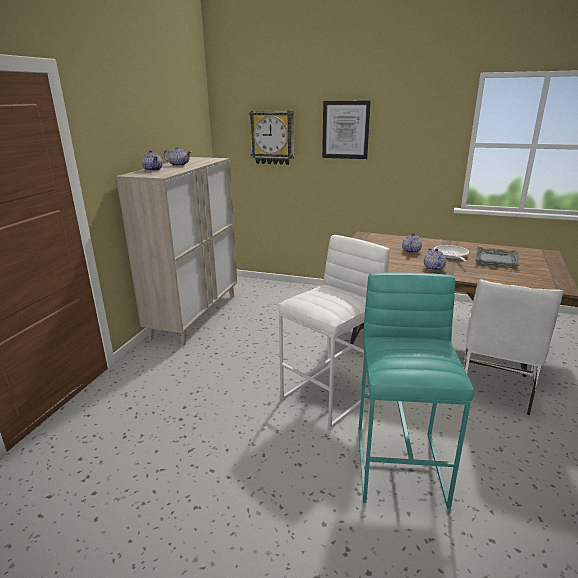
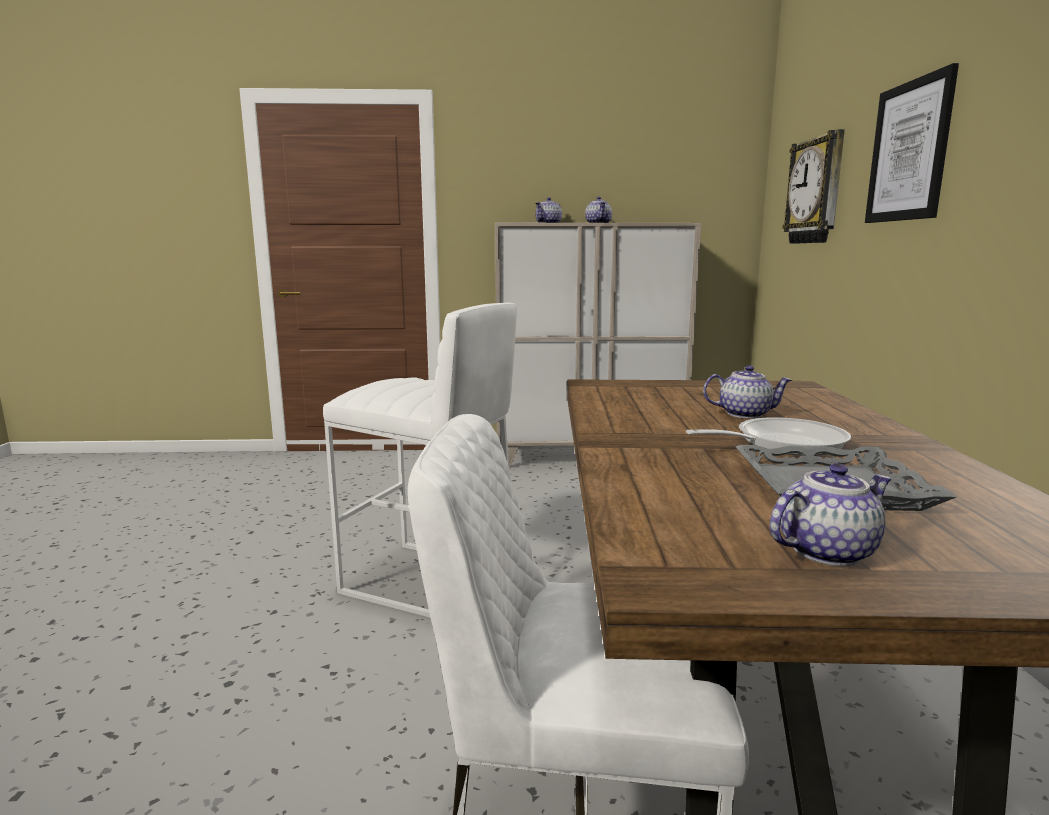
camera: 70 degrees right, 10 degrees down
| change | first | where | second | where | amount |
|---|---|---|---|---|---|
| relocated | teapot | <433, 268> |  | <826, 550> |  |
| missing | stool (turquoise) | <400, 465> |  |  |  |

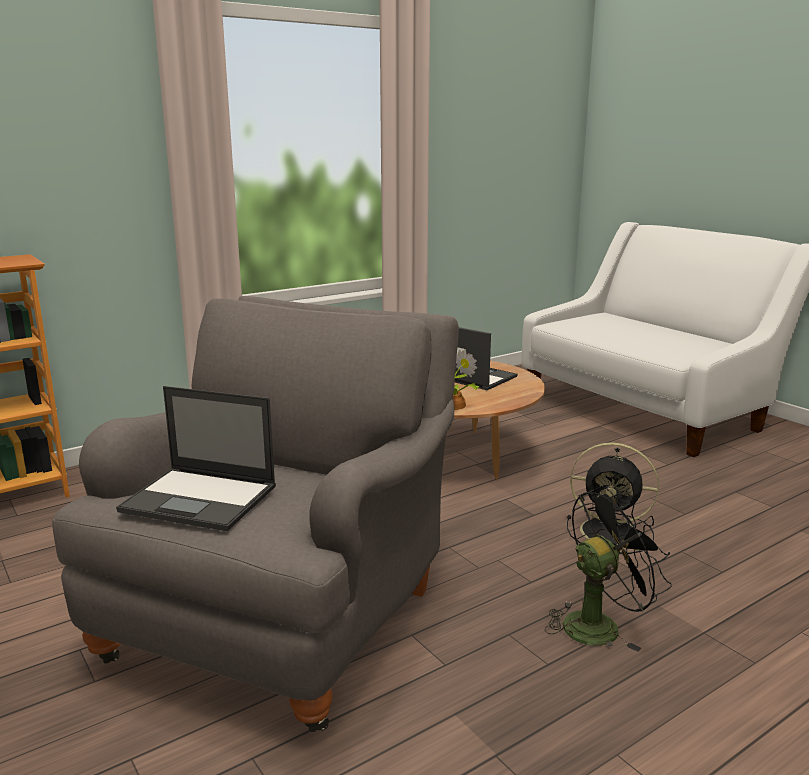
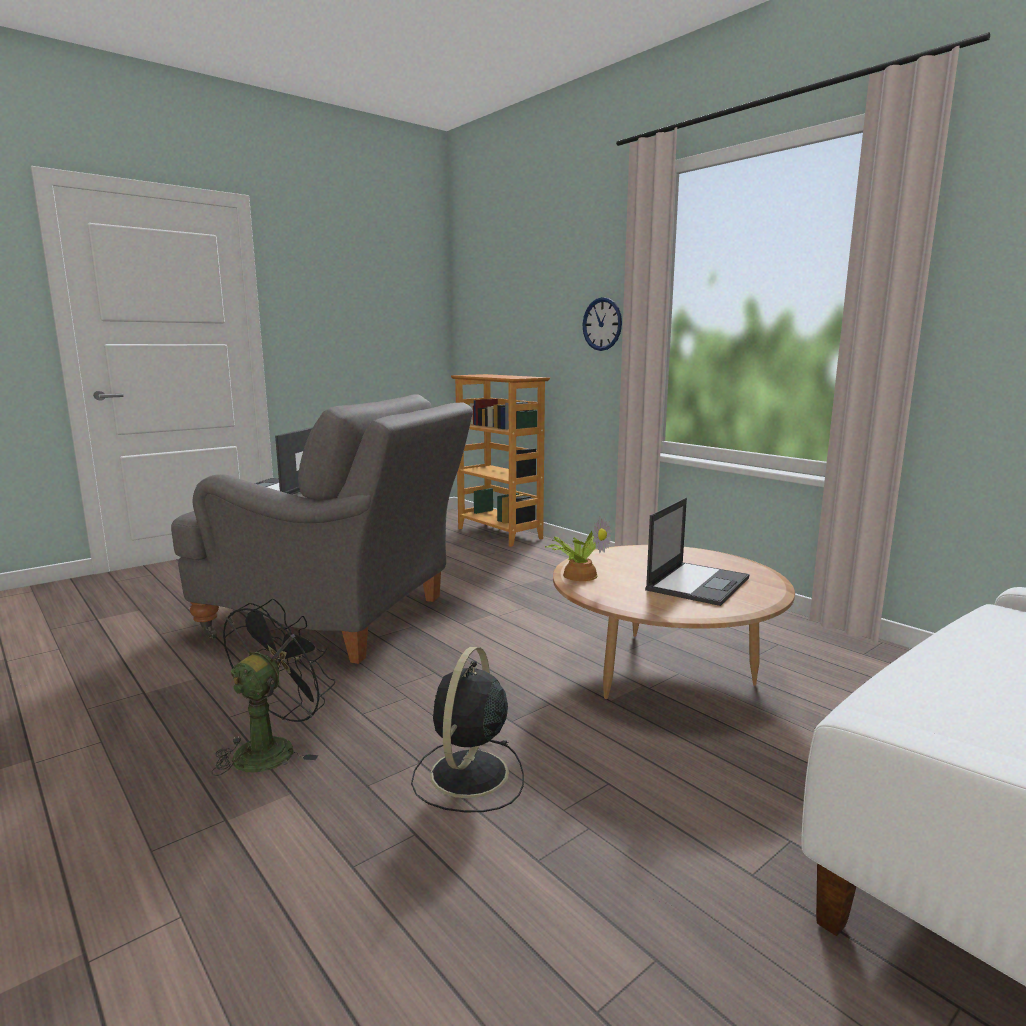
camera: 85 degrees right, 5 degrees down
| change | first | where | second | where | amount |
|---|---|---|---|---|---|
| spun | fan (black) | <599, 624> |  | <272, 748> | 120 degrees counterclockwise |
| appeared |  |  | wall clock | <602, 324> |  |

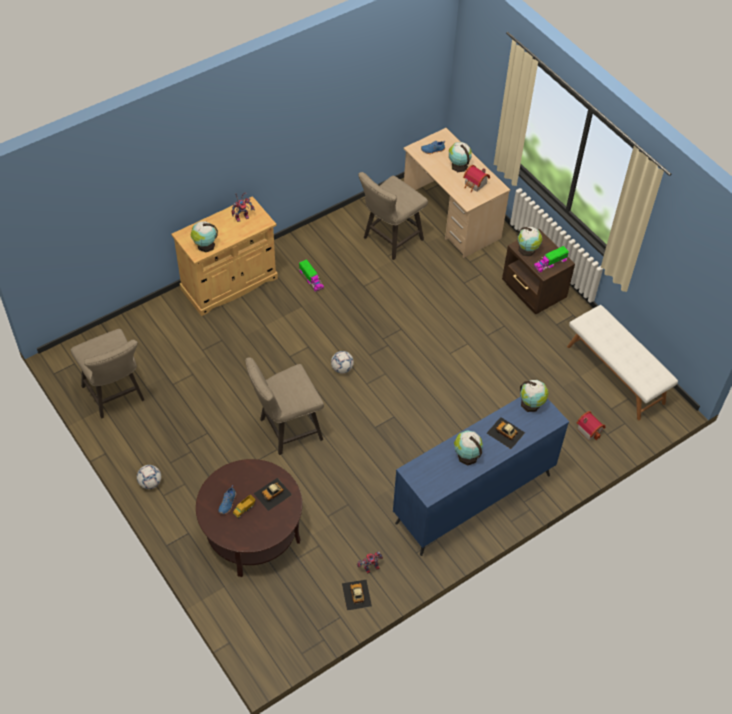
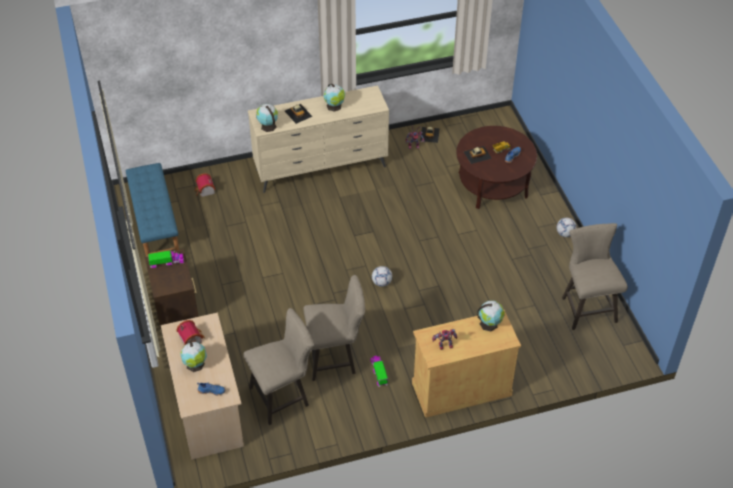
camera: 160 degrees left, 5 degrees down
| change | first | where | second | where | amount |
|---|---|---|---|---|---|
| colour | bench (white) | <616, 374> | bench (blue) | <155, 224> |  |
| colour | dresser (blue) | <472, 498> | dresser (beige) | <321, 168> |  |
| relocated | stool (beige) | <286, 430> |  | <335, 358> |  |
| missing | globe | <527, 250> |  |  |  |

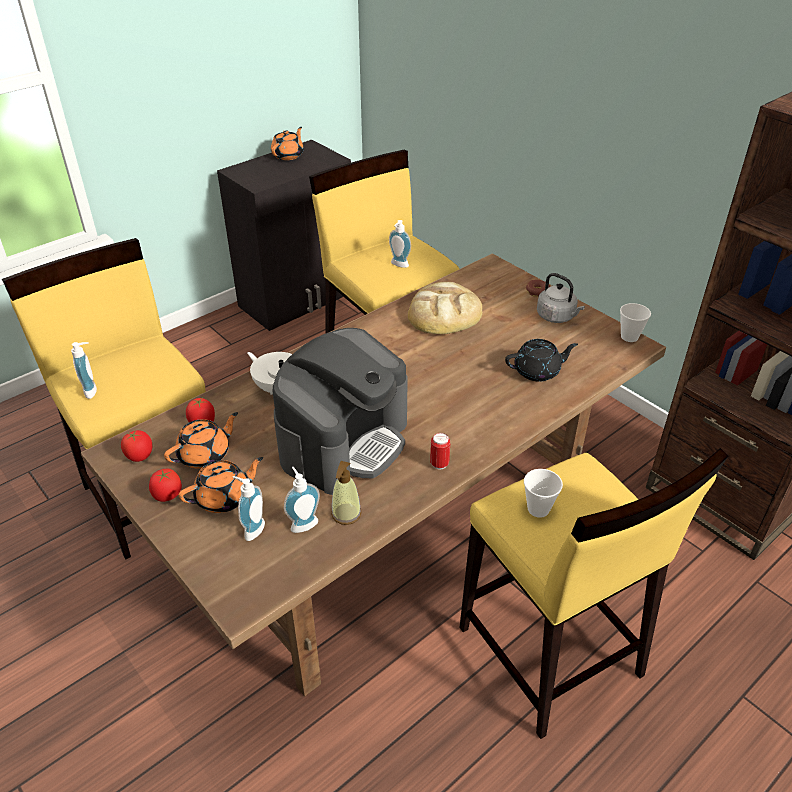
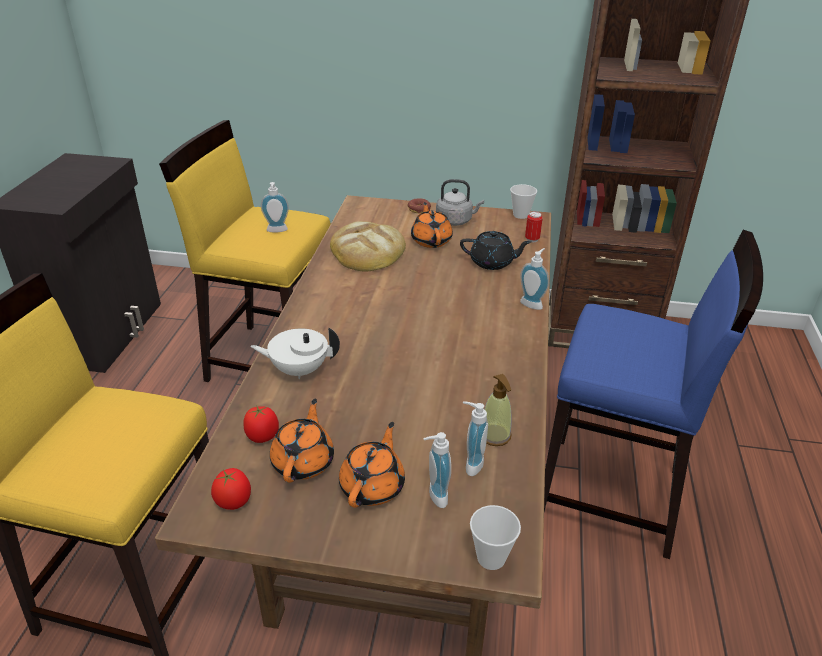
camera: 40 degrees left, 5 degrees down
| change | first | where | second | where | amount |
|---|---|---|---|---|---|
| relocated | teapot (orange) | <288, 155> |  | <431, 240> |  |
| spun | teapot (black) | <538, 371> |  | <492, 262> | 60 degrees clockwise |
| relocated | cup | <538, 509> |  | <491, 558> |  |
| relocated | soap dispenser | <93, 390> |  | <532, 303> |  |
| relocated | can | <439, 464> |  | <532, 239> |  |
| colour | stool (yellow) | <549, 653> | stool (blue) | <611, 495> |  |
| missing | tomato | <167, 495> |  |  |  |
| missing | coffee machine | <344, 441> |  |  |  |

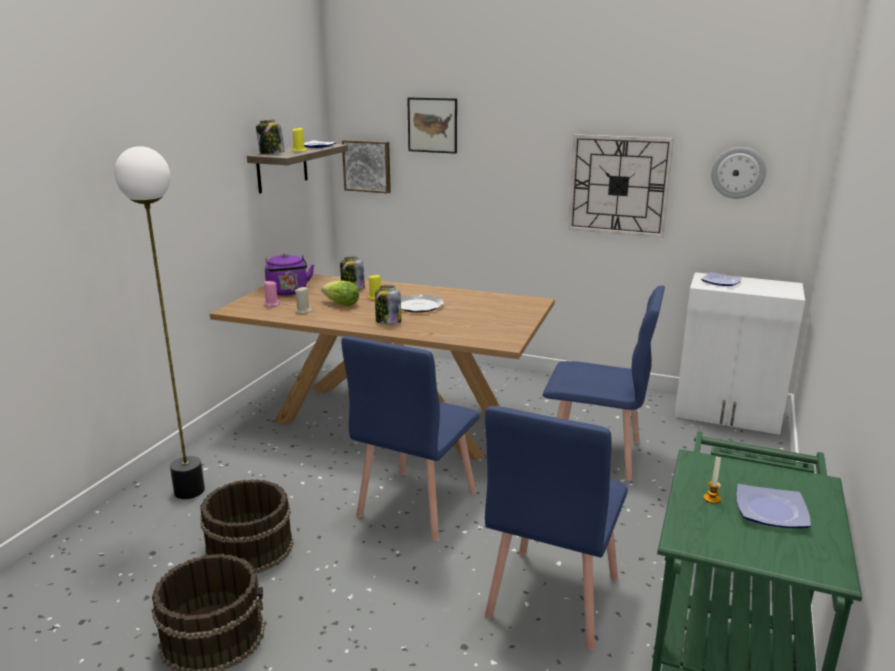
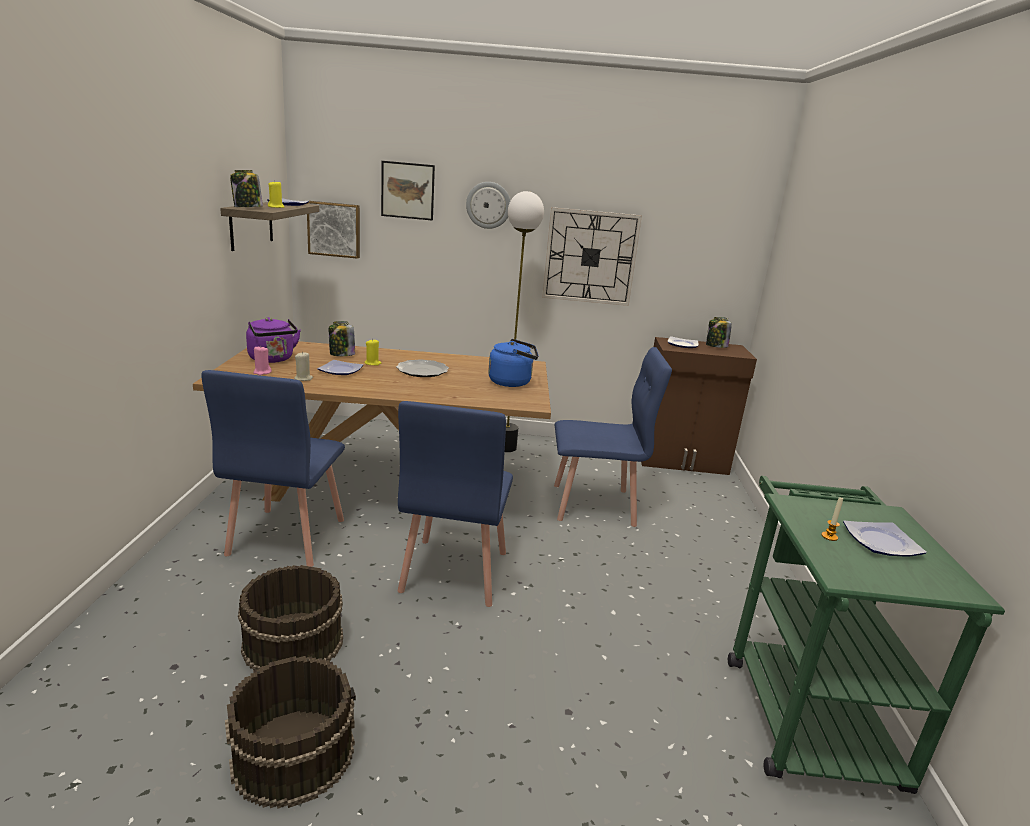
camera: 20 degrees left, 0 degrees up
| change | first | where | second | where | amount |
|---|---|---|---|---|---|
| relocated | chair (blue) | <551, 597> |  | <285, 537> |  |
| exchanged | lettuce | <341, 304> | plate | <341, 371> |  |
| relocated | wall clock | <738, 172> |  | <488, 205> |  |
| appeared |  |  | kettle (blue) | <512, 382> |  |
| relocated | floor lamp | <189, 490> |  | <505, 447> |  |
| colour | cabinet (white) | <727, 415> | cabinet (brown) | <682, 461> |  |
| relocated | jar | <388, 321> |  | <716, 346> |  |

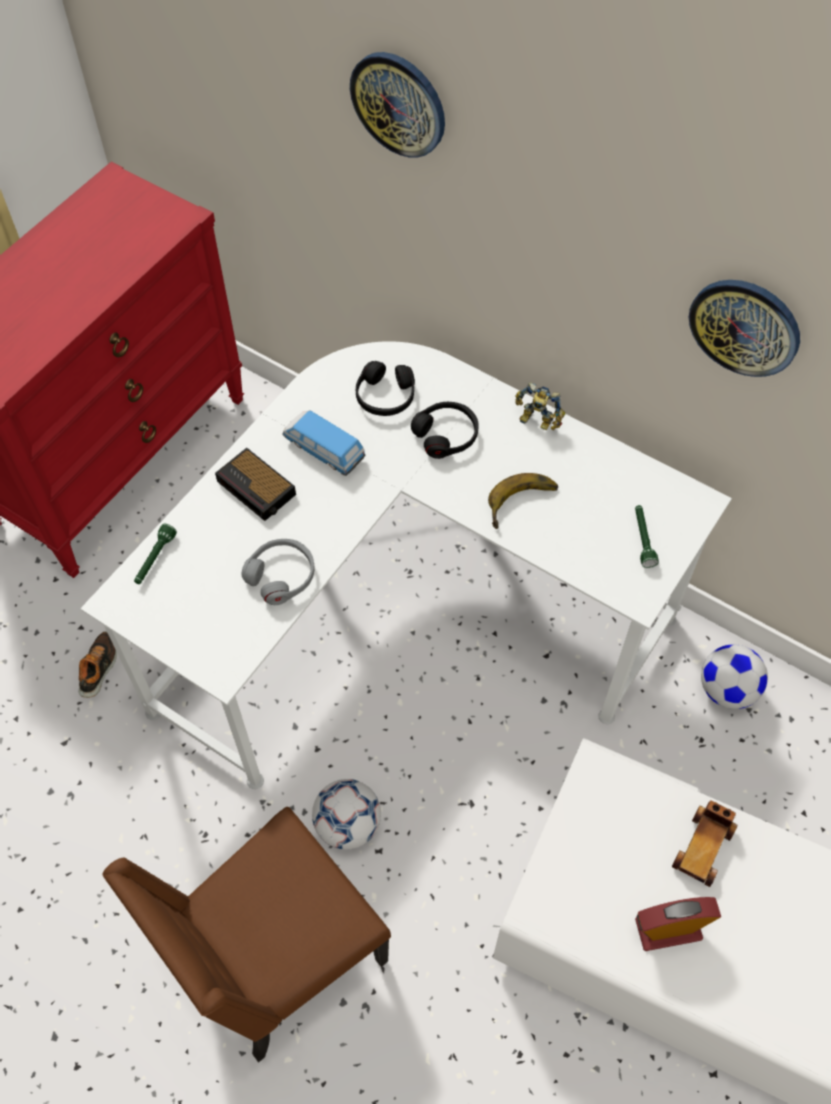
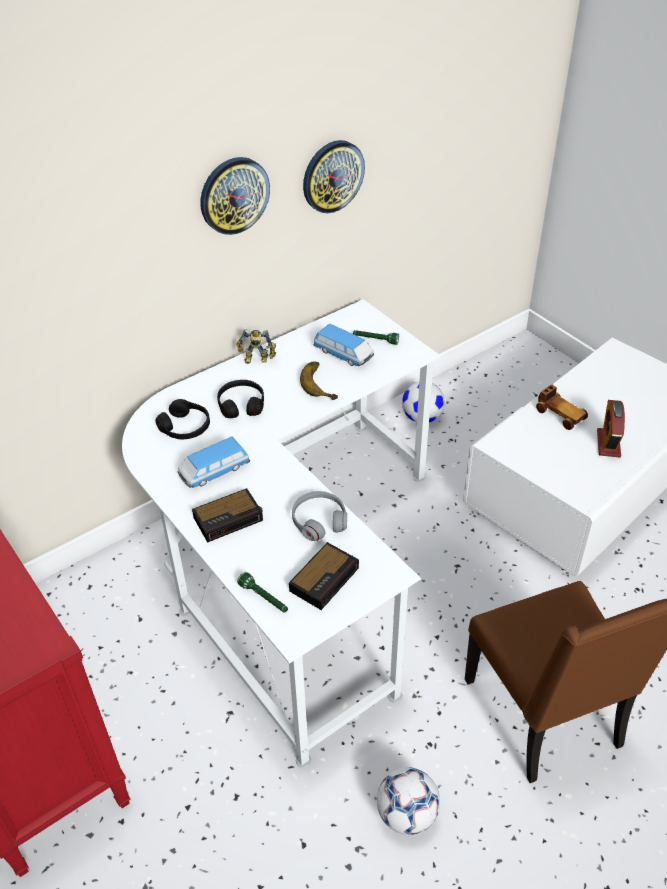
camera: 70 degrees left, 15 degrees down
| change | first | where | second | where | amount |
|---|---|---|---|---|---|
| relocated | wall clock | <399, 104> |  | <234, 195> |  |
| spun | toy robot | <536, 422> |  | <257, 360> | 45 degrees clockwise |
| appeared |  |  | alarm clock | <325, 578> |  |
| appeared |  |  | toy car | <343, 354> |  |
| relocated | football | <348, 825> |  | <407, 814> |  |
| missing | shoe | <99, 667> |  |  |  |

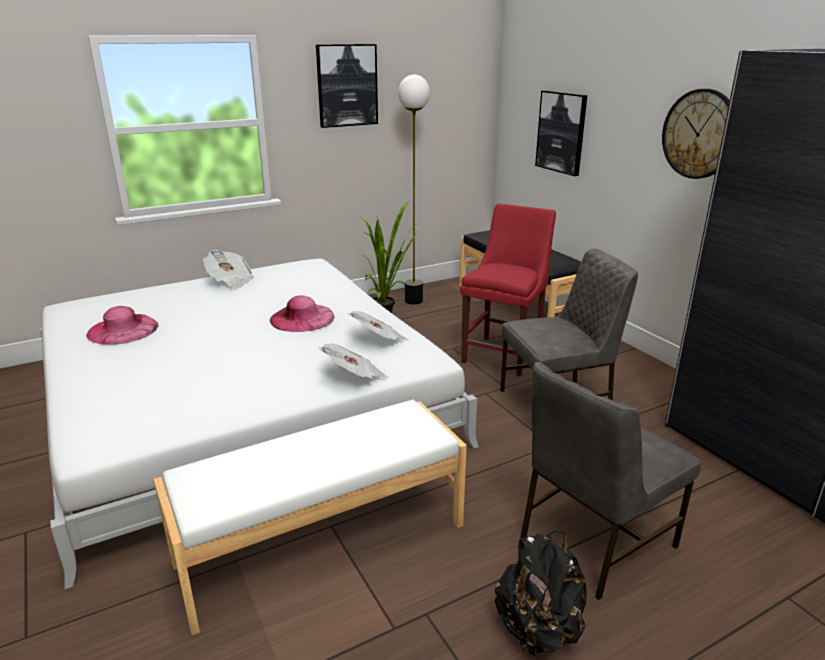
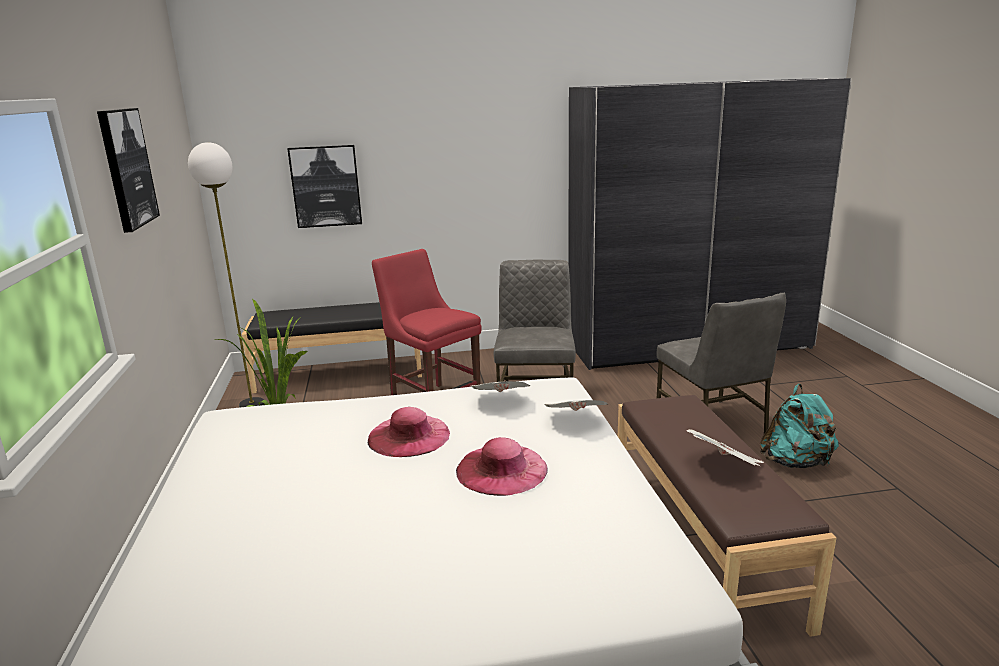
camera: 70 degrees left, 5 degrees down
| change | first | where | second | where | amount |
|---|---|---|---|---|---|
| relocated | hat (pink) | <123, 329> |  | <501, 469> |  |
| colour | bench (white) | <322, 543> | bench (brown) | <699, 544> |  |
| relocated | newspaper | <230, 281> |  | <725, 466> |  |
| colour | backpack (black) | <538, 630> | backpack (turquoise) | <796, 462> |  |
| missing | wall clock | <700, 134> |  |  |  |

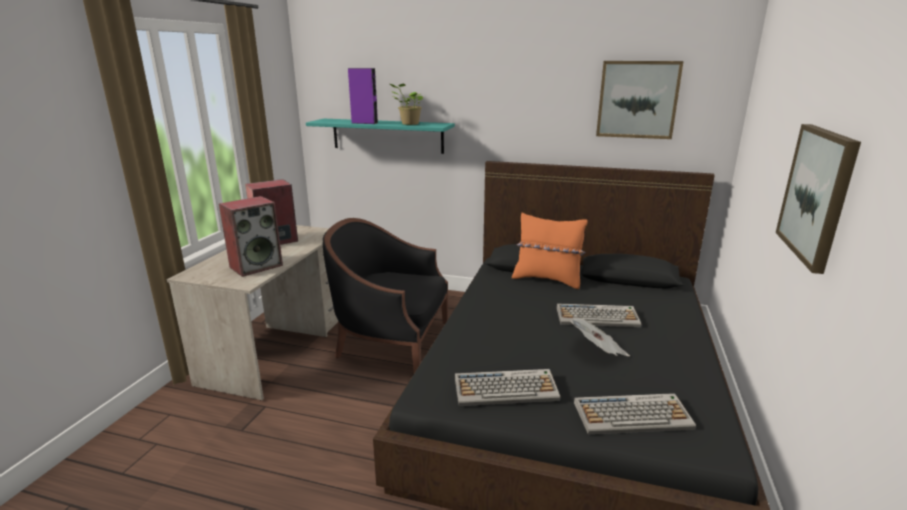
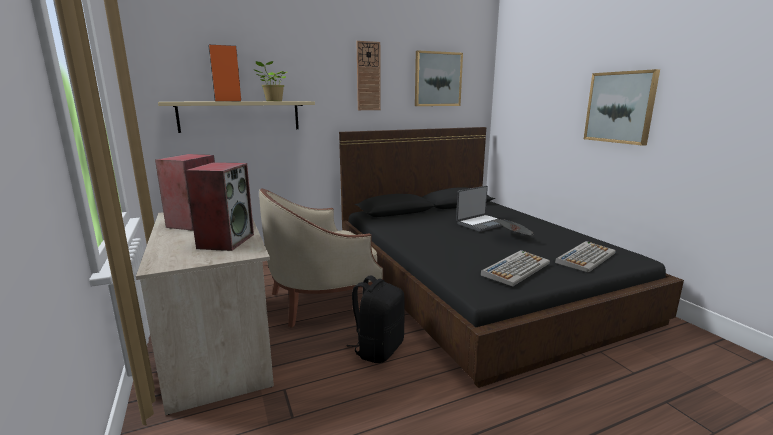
camera: 40 degrees left, 5 degrees down
| change | first | where | second | where | amount |
|---|---|---|---|---|---|
| colour | shelf (turquoise) | <387, 135> | shelf (beige) | <240, 116> |  |
| colour | speaker (purple) | <364, 123> | speaker (orange) | <228, 101> |  |
| colour | armchair (black) | <392, 343> | armchair (beige) | <322, 300> |  |
| appeared |  |  | backpack (black) | <378, 349> |  |
| appeared |  |  | wall clock | <368, 76> |  |
| exchanged | keyboard | <597, 317> | laptop | <481, 224> |  |
| missing | pillow (orange) | <547, 280> |  |  |  |

